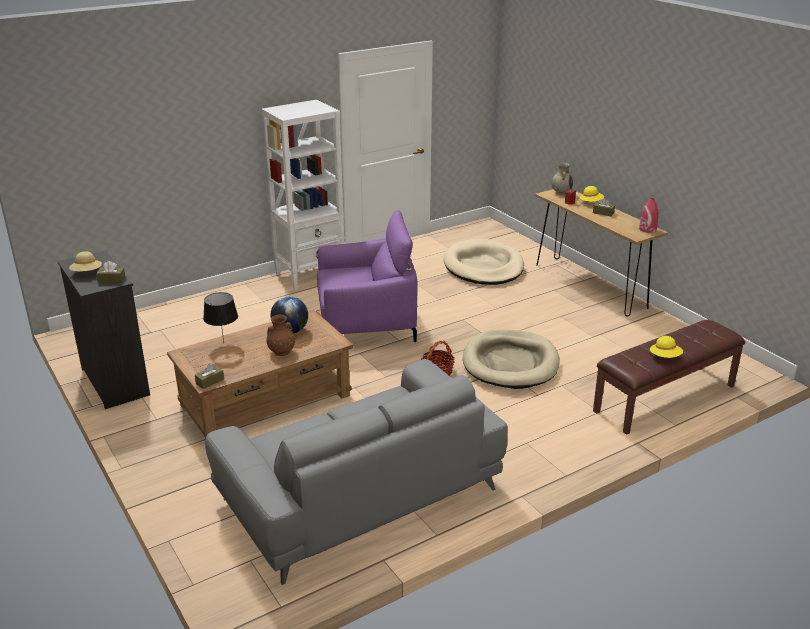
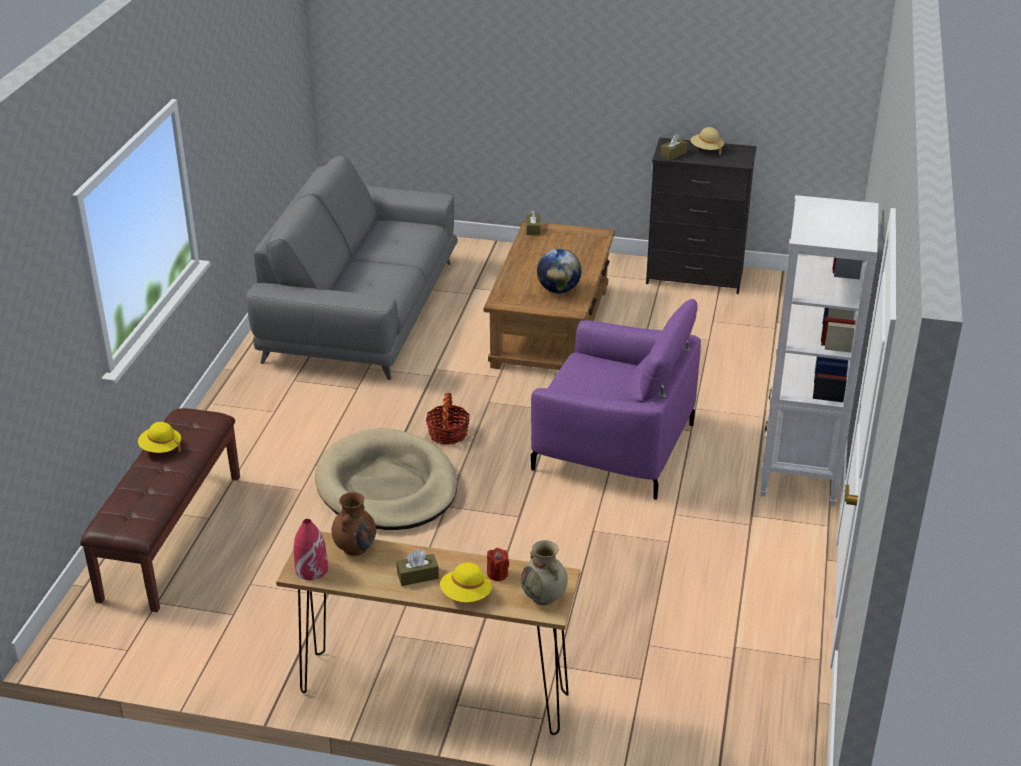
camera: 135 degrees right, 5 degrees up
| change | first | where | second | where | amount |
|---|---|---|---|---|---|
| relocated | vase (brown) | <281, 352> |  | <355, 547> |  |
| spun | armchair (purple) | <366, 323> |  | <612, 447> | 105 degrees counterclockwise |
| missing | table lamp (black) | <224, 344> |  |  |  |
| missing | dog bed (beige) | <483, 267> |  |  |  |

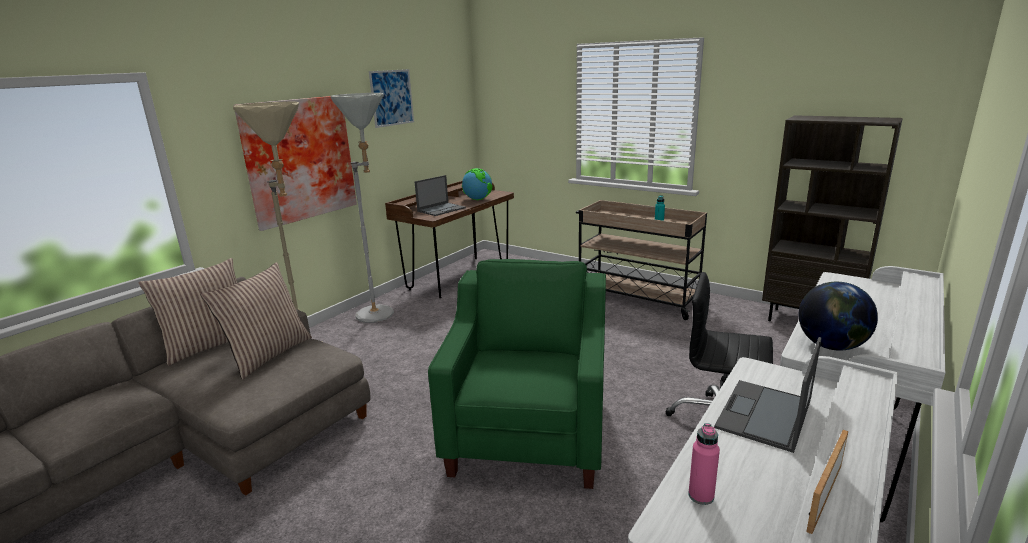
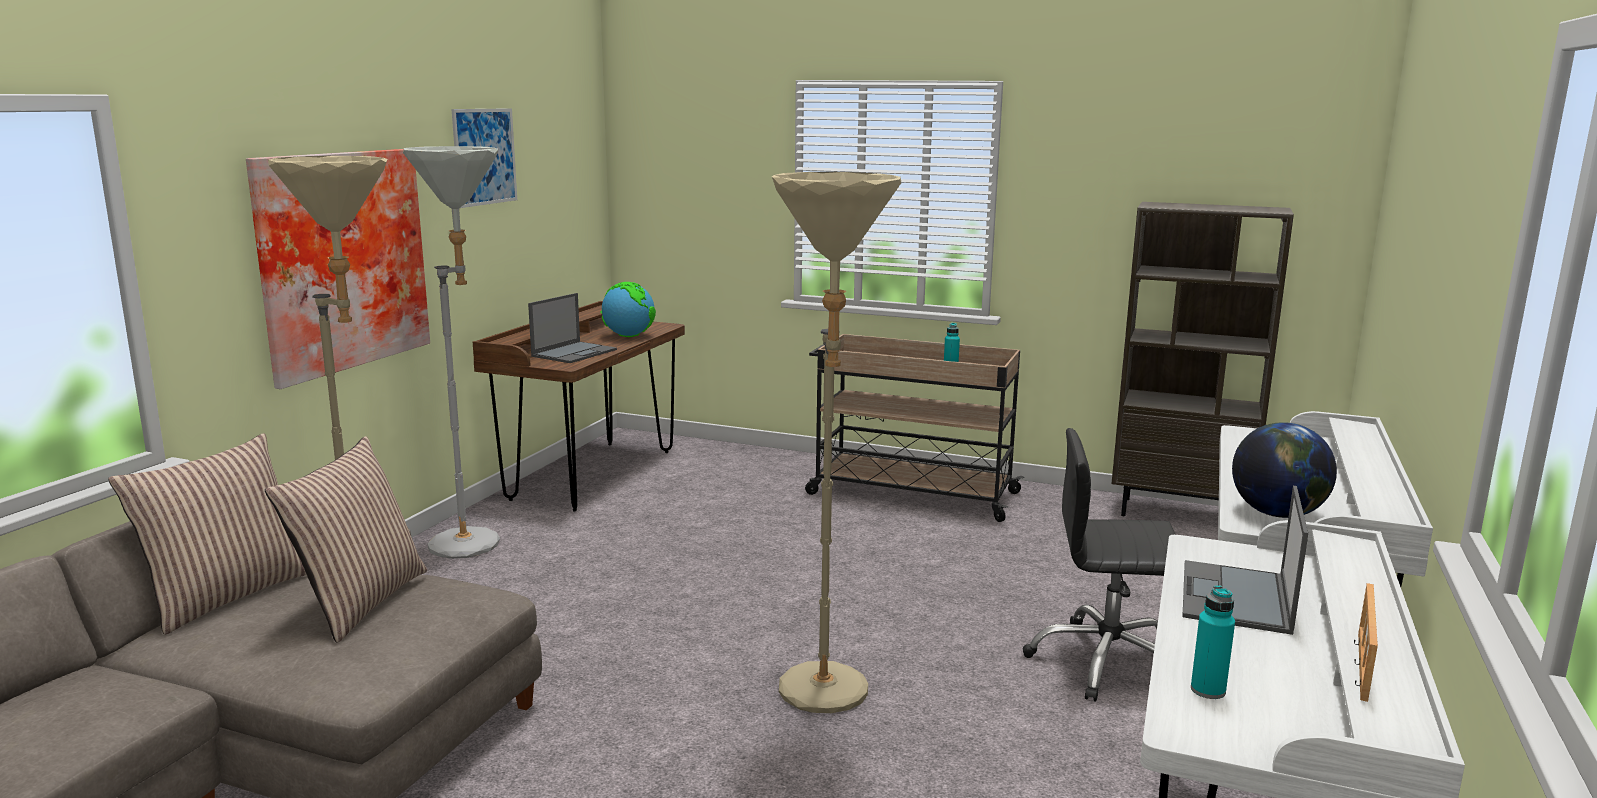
camera: 15 degrees left, 5 degrees down
| change | first | where | second | where | amount |
|---|---|---|---|---|---|
| exchanged | armchair (green) | <529, 432> | floor lamp (beige) | <825, 701> |  |
| colour | bottle (pink) | <701, 496> | bottle (turquoise) | <1208, 690> |  |

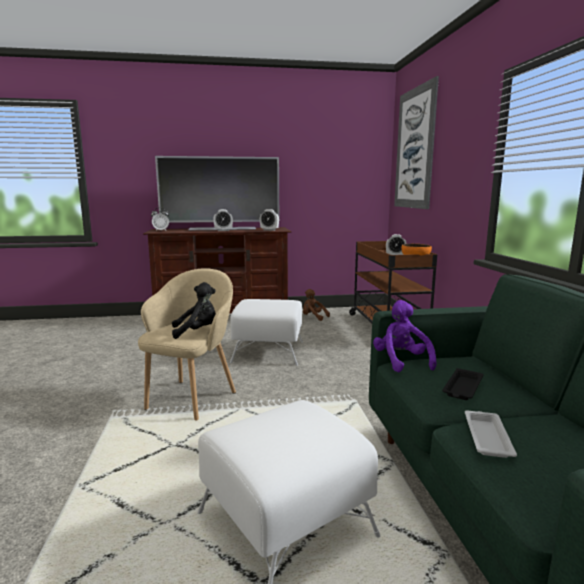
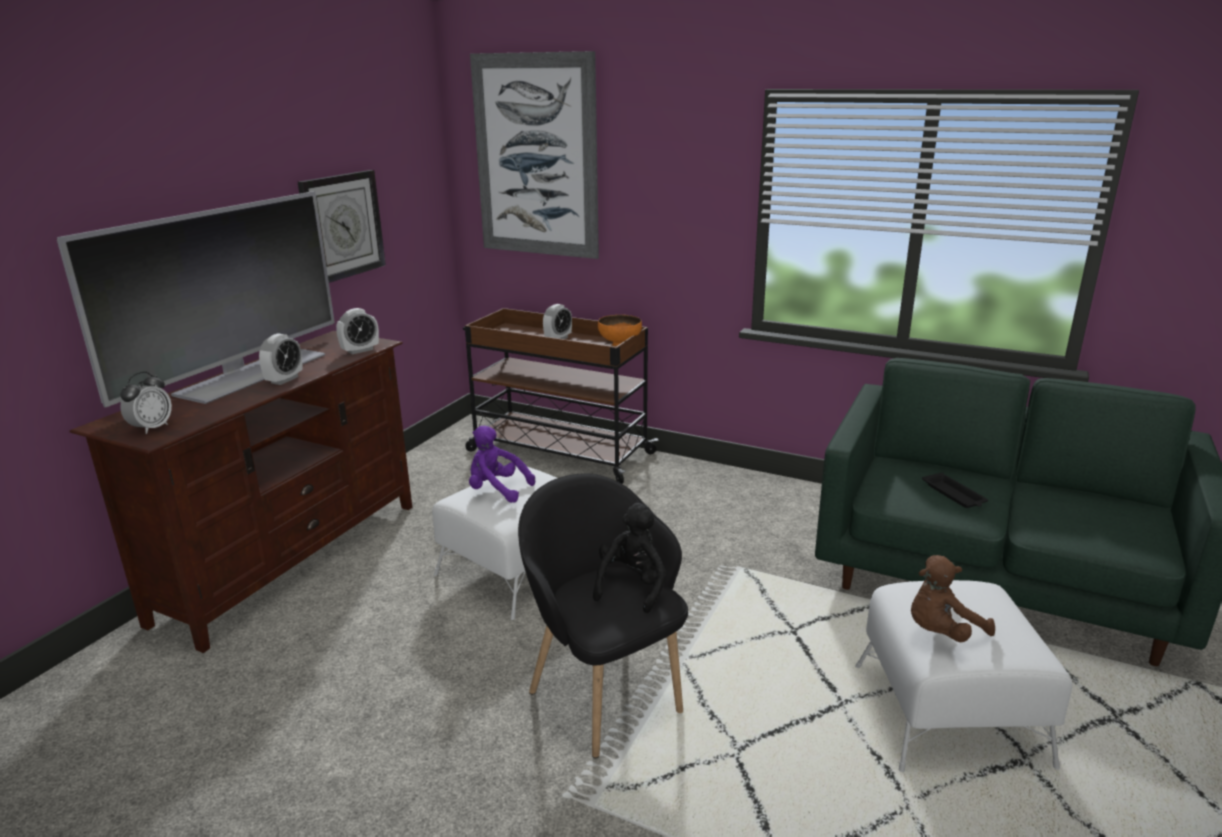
camera: 55 degrees left, 10 degrees up
| change | first | where | second | where | amount |
|---|---|---|---|---|---|
| appeared |  |  | wall clock | <342, 226> |  |
| relocated | plush toy (purple) | <401, 361> |  | <497, 490> |  |
| colour | armchair (beige) | <192, 398> | armchair (black) | <604, 696> |  |
| relocated | plush toy (brown) | <313, 317> |  | <941, 632> |  |
| missing | tray (white) | <487, 437> |  |  |  |

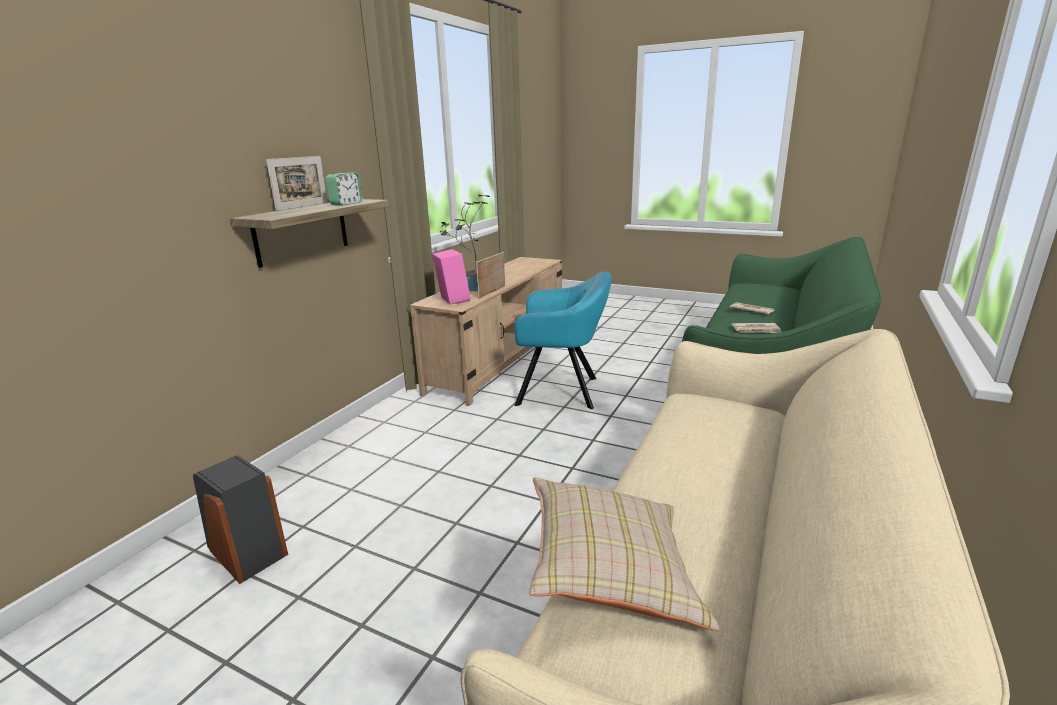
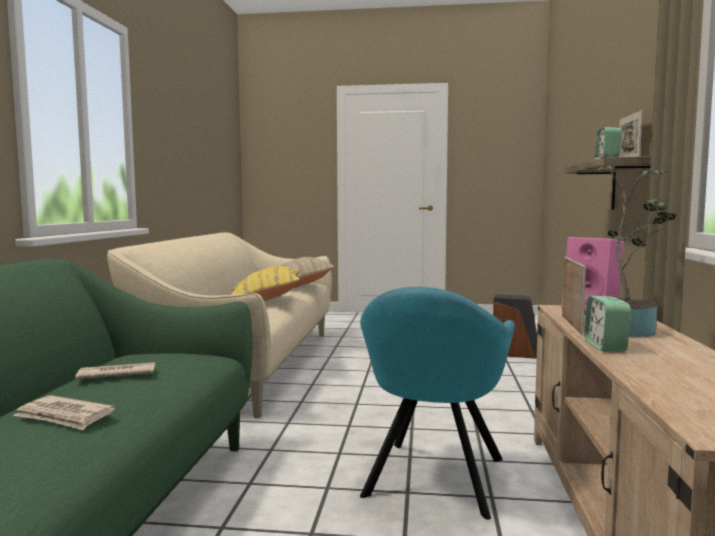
camera: 160 degrees right, 15 degrees down
| change | first | where | second | where | amount |
|---|---|---|---|---|---|
| appeared |  |  | pillow (yellow) | <265, 300> |  |
| spun | armchair (turquoise) | <561, 391> |  | <434, 480> | 60 degrees counterclockwise |
| appeared |  |  | alarm clock | <605, 346> |  |

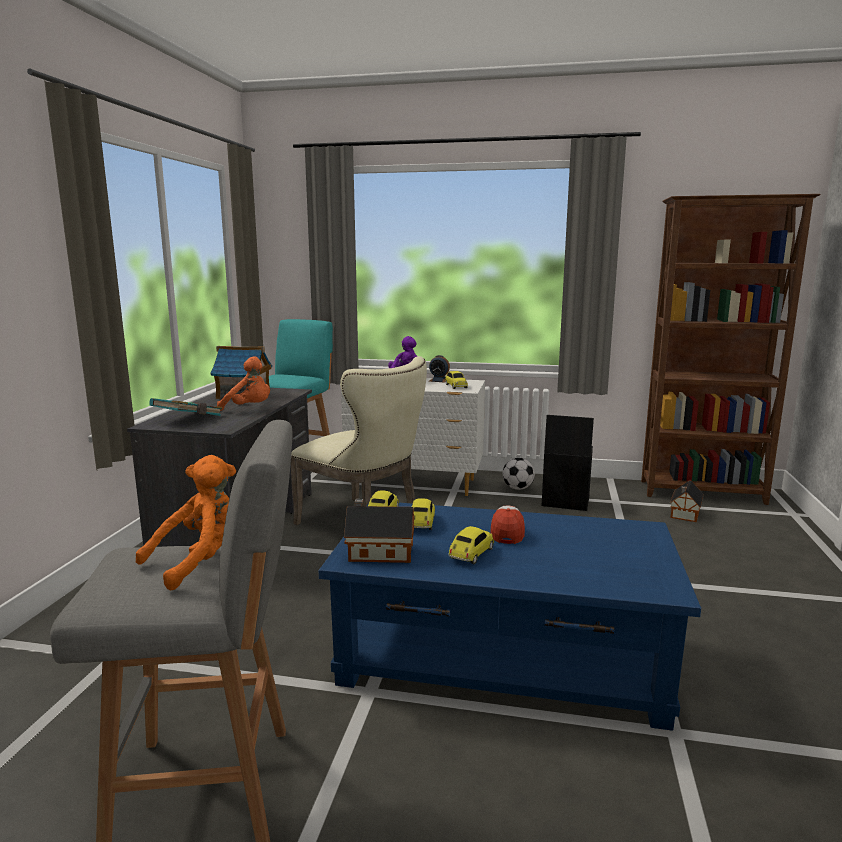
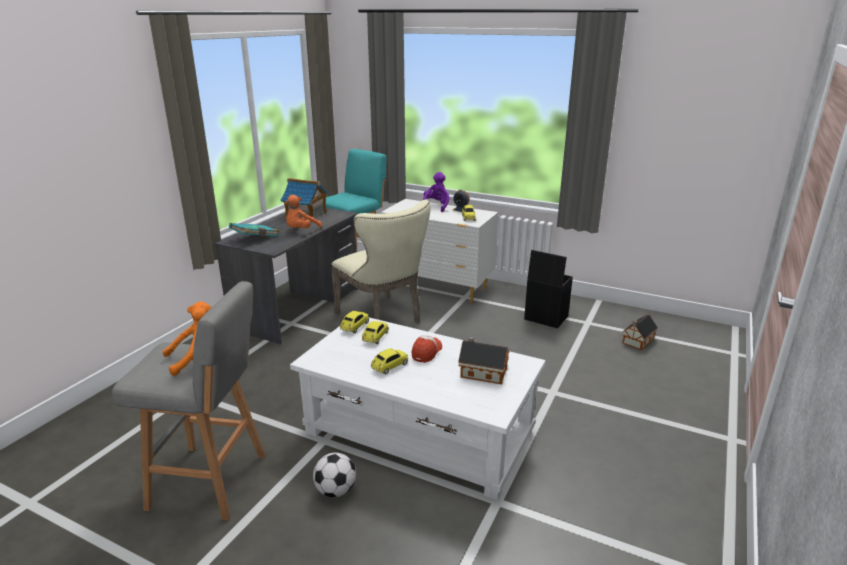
camera: 15 degrees right, 10 degrees up
| change | first | where | second | where | amount |
|---|---|---|---|---|---|
| spun | plush toy (orange) | <249, 408> |  | <301, 230> | 90 degrees clockwise |
| colour | coffee table (blue) | <500, 656> | coffee table (white) | <418, 432> |  |
| relocated | football | <517, 488> |  | <335, 490> |  |
| relocated | toy house | <378, 552> |  | <481, 372> |  |
| missing | bookcase (brown) | <703, 493> |  |  |  |

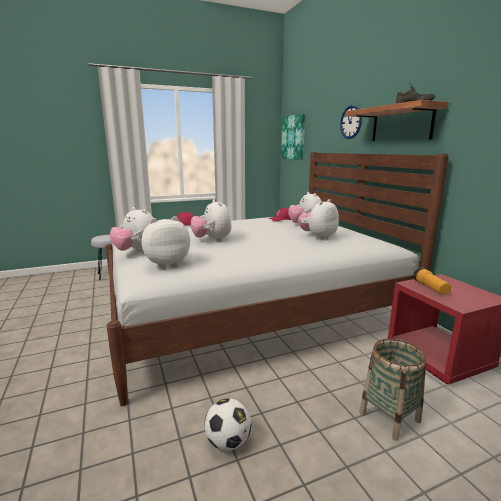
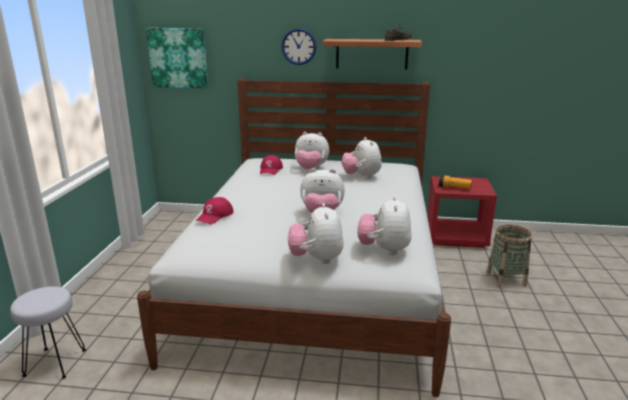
camera: 60 degrees left, 5 degrees up
| change | first | where | second | where | amount |
|---|---|---|---|---|---|
| spun | plush toy | <137, 251> |  | <316, 259> | 105 degrees clockwise |
| missing | football | <228, 442> |  |  |  |

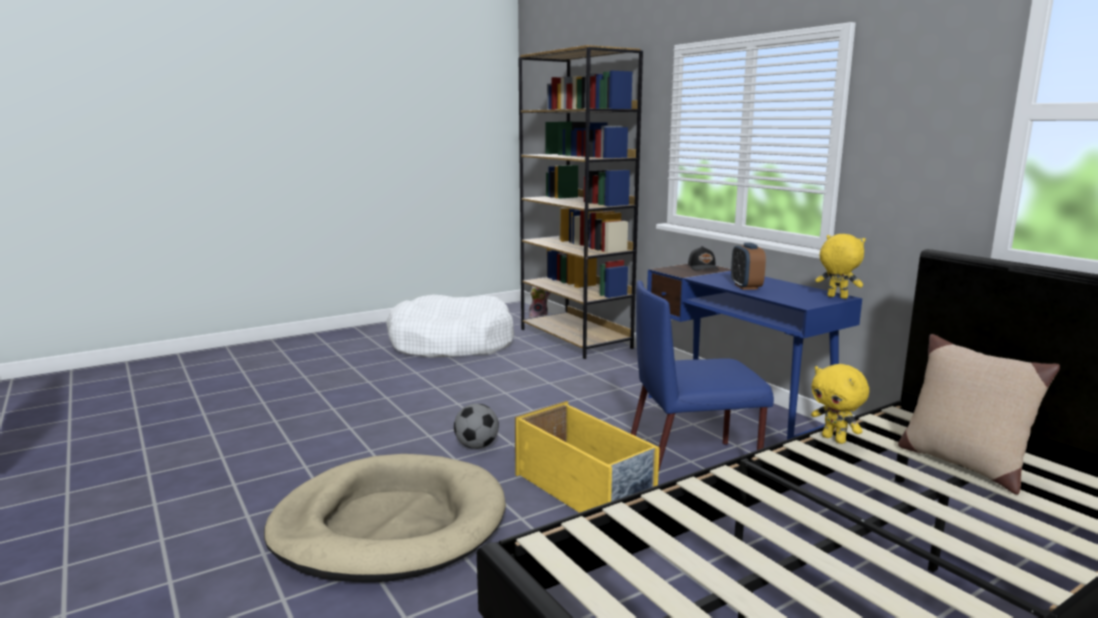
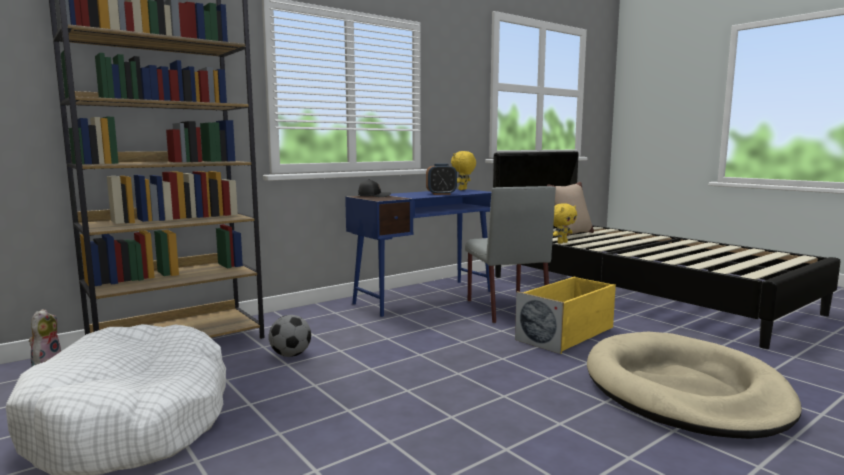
camera: 95 degrees left, 5 degrees down
| change | first | where | second | where | amount |
|---|---|---|---|---|---|
| relocated | football | <477, 446> |  | <290, 355> |  |
| colour | chair (blue) | <693, 465> | chair (grey) | <506, 309> |  |

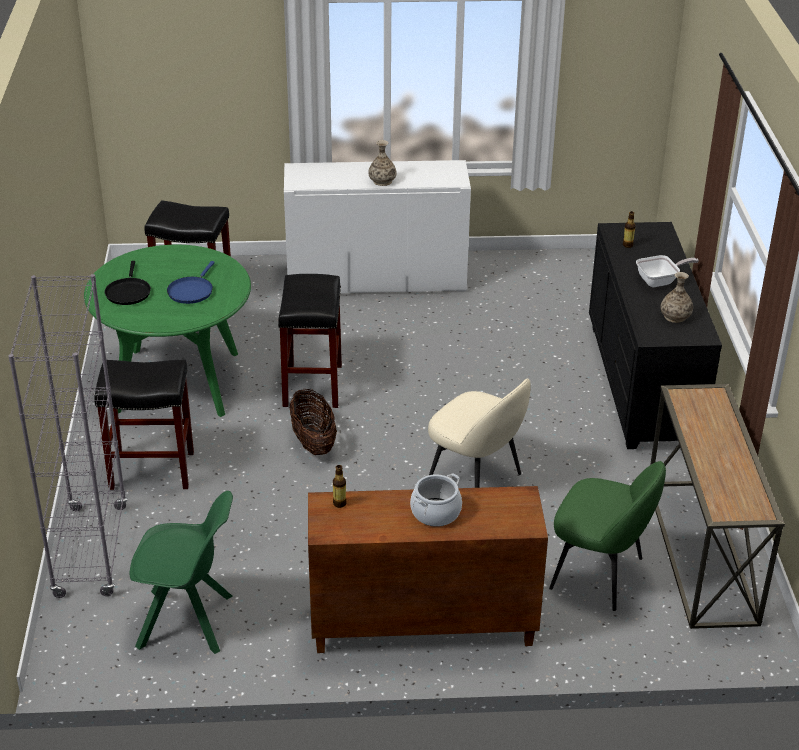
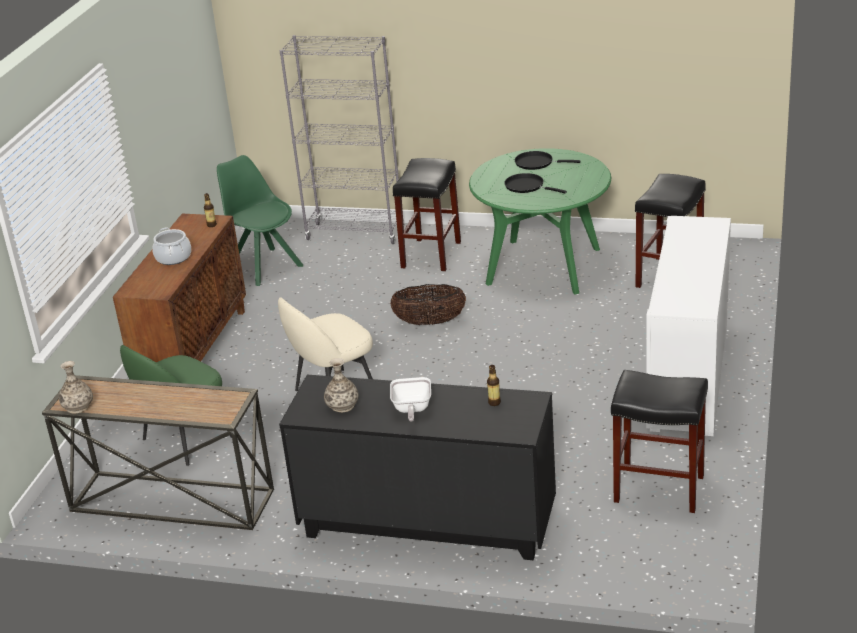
camera: 110 degrees right, 5 degrees down
| change | first | where | second | where | amount |
|---|---|---|---|---|---|
| relocated | vase | <382, 181> |  | <78, 406> |  |
| spun | chair (green) | <188, 622> |  | <264, 266> | 120 degrees clockwise |
| colour | frying pan (blue) | <191, 291> | frying pan (black) | <527, 186> |  |
| relocated | stool (black) | <313, 386> |  | <657, 489> |  |

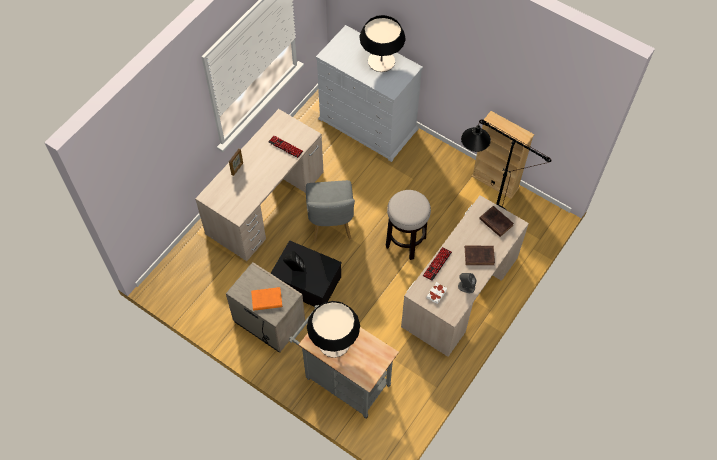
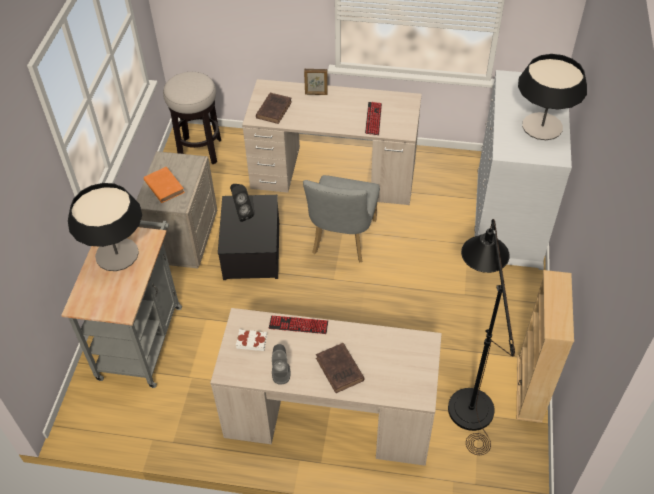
camera: 65 degrees right, 10 degrees down
| change | first | where | second | where | amount |
|---|---|---|---|---|---|
| relocated | stool | <405, 242> |  | <200, 150> |  |
| relocated | book (brown) | <495, 222> |  | <274, 109> |  |
| spun | chair (grey) | <331, 225> |  | <342, 241> | 45 degrees counterclockwise |

